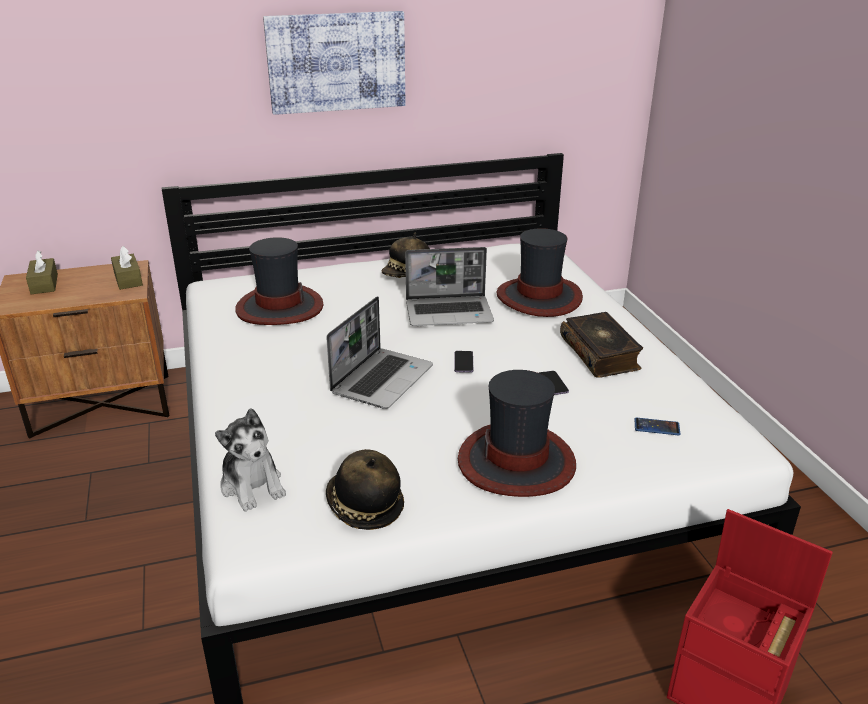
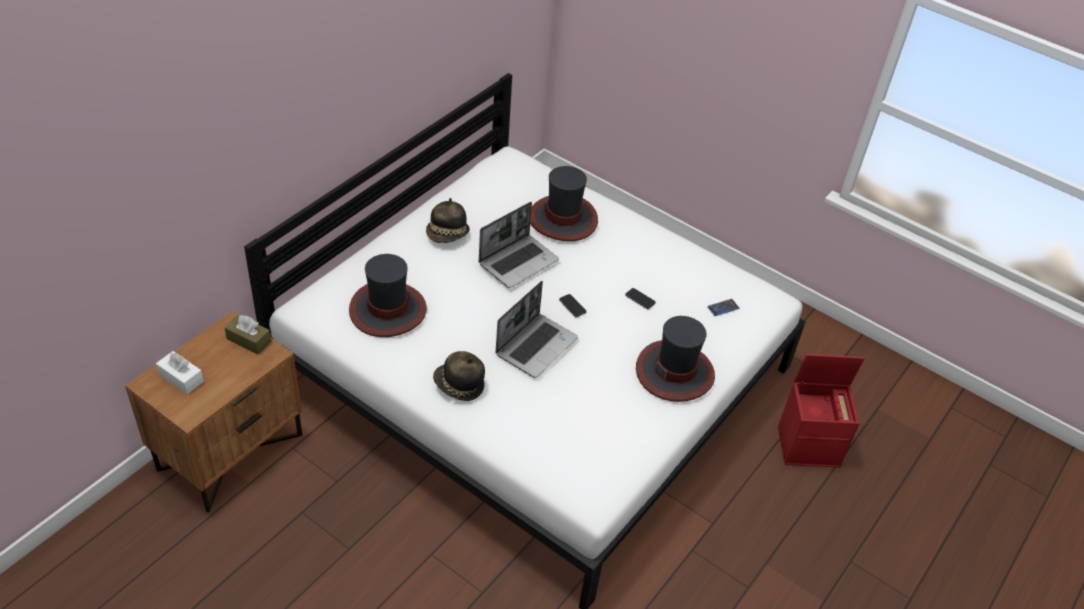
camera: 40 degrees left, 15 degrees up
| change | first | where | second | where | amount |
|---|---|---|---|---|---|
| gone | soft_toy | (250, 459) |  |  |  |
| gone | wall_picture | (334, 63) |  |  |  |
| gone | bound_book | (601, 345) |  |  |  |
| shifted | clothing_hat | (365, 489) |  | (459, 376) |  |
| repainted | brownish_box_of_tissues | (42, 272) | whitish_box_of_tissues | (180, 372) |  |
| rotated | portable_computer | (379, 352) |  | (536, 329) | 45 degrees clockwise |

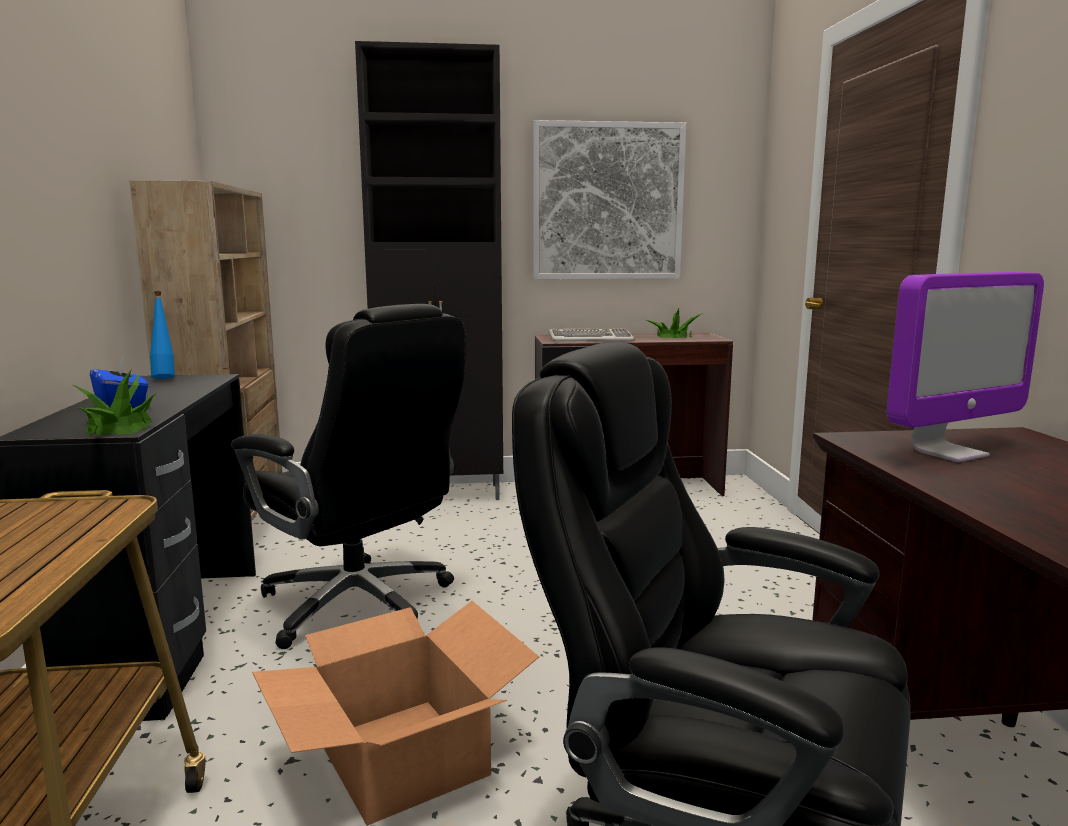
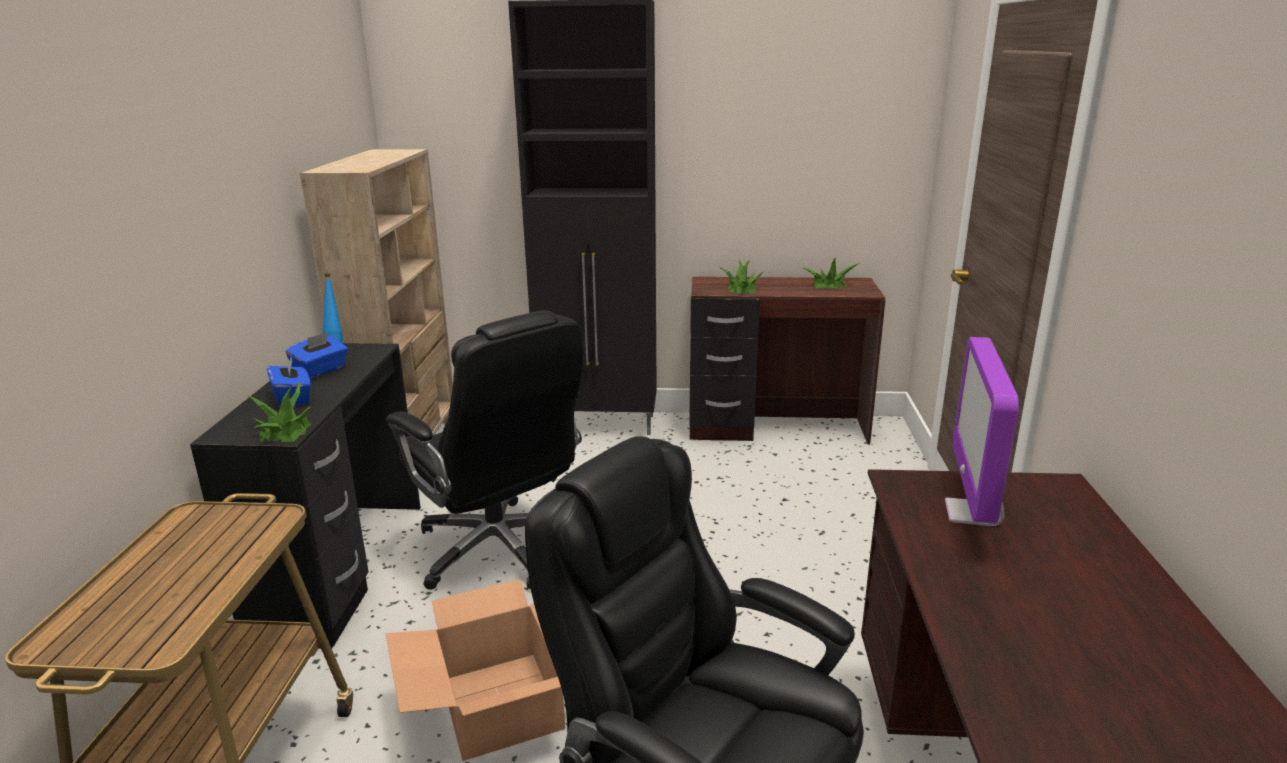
camera: 10 degrees right, 10 degrees up
| change | first | where | second | where | amount |
|---|---|---|---|---|---|
| gone | wall_picture | (609, 200) |  |  |  |
| new |  |  | blue_box_of_tissues | (317, 355) |  |
| swapped | computer_keyboard | (592, 334) | houseplant | (741, 276) |  |
| rotated | computer_screen | (965, 367) |  | (982, 431) | 120 degrees clockwise |

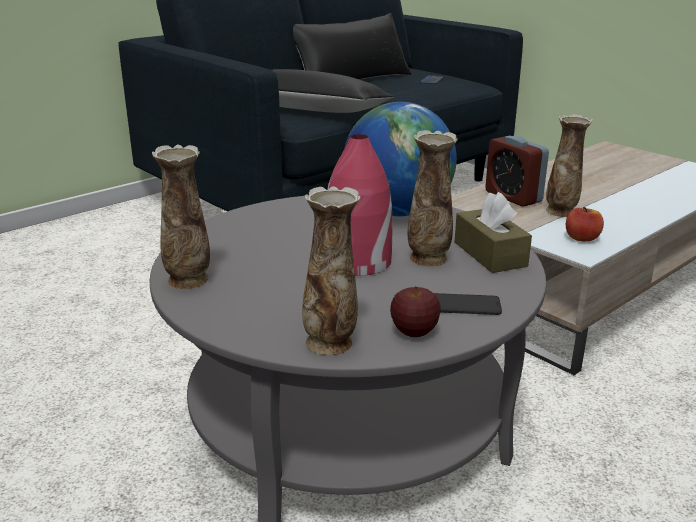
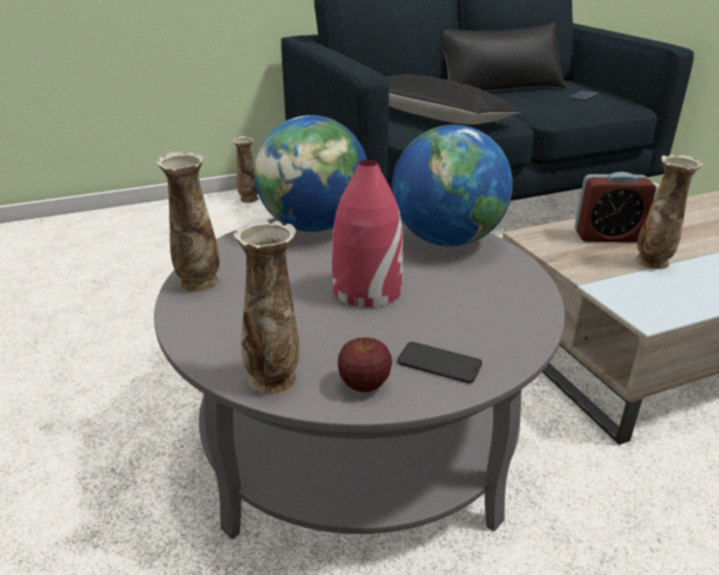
camera: 20 degrees right, 5 degrees up
| change | first | where | second | where | amount |
|---|---|---|---|---|---|
| gone | brownish_box_of_tissues | (493, 232) |  |  |  |
| gone | apple | (585, 224) |  |  |  |
| new |  |  | globe | (310, 173) |  |
| shifted | decorative_vase | (433, 198) |  | (245, 169) |  |
| rotated | bedside_clock | (517, 171) |  | (615, 207) | 75 degrees counterclockwise |

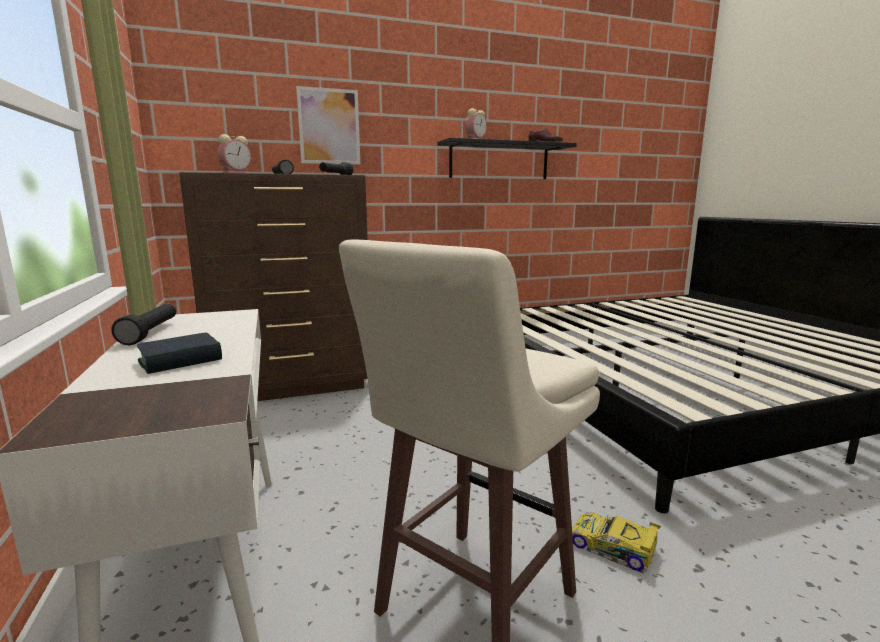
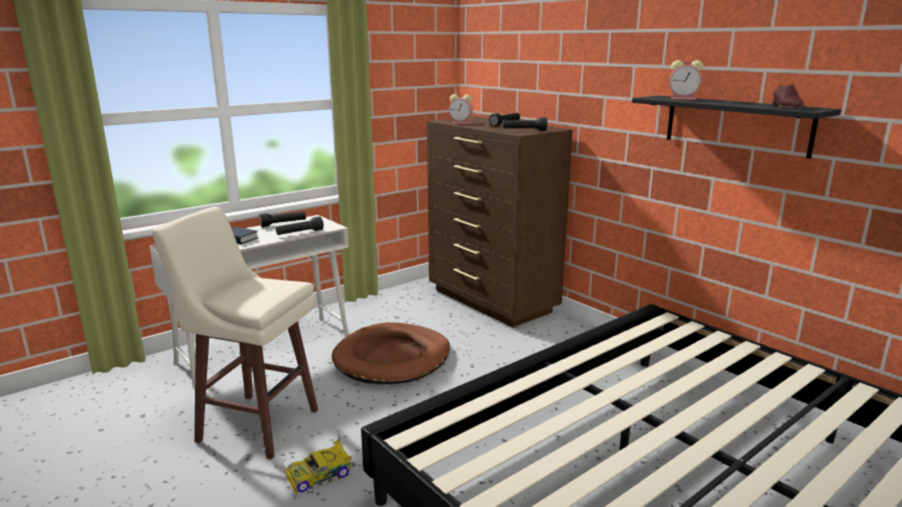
camera: 70 degrees right, 5 degrees up
| change | first | where | second | where | amount |
|---|---|---|---|---|---|
| gone | wall_picture | (328, 125) |  |  |  |
| new |  |  | black_flashlight | (300, 225) |  |
| new |  |  | brownish_pet_bed | (391, 353) |  |
| rotated | model_car | (616, 542) |  | (318, 467) | 135 degrees counterclockwise |

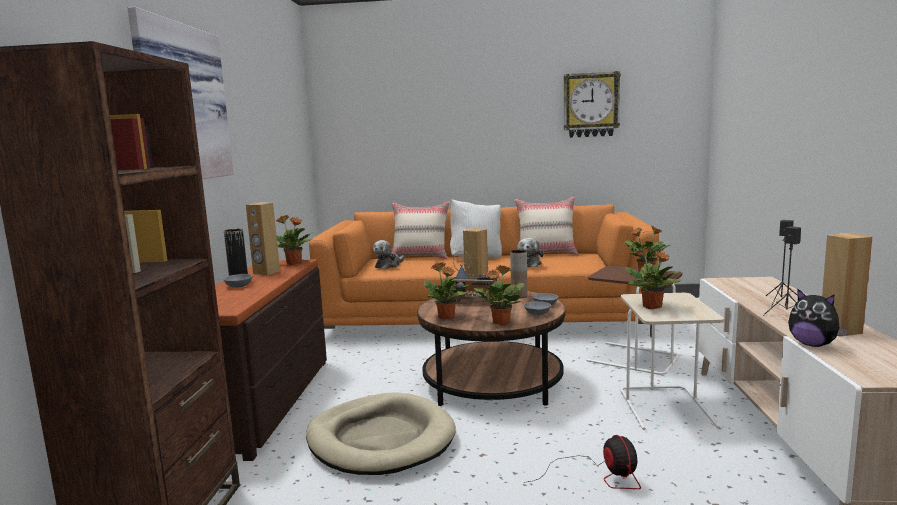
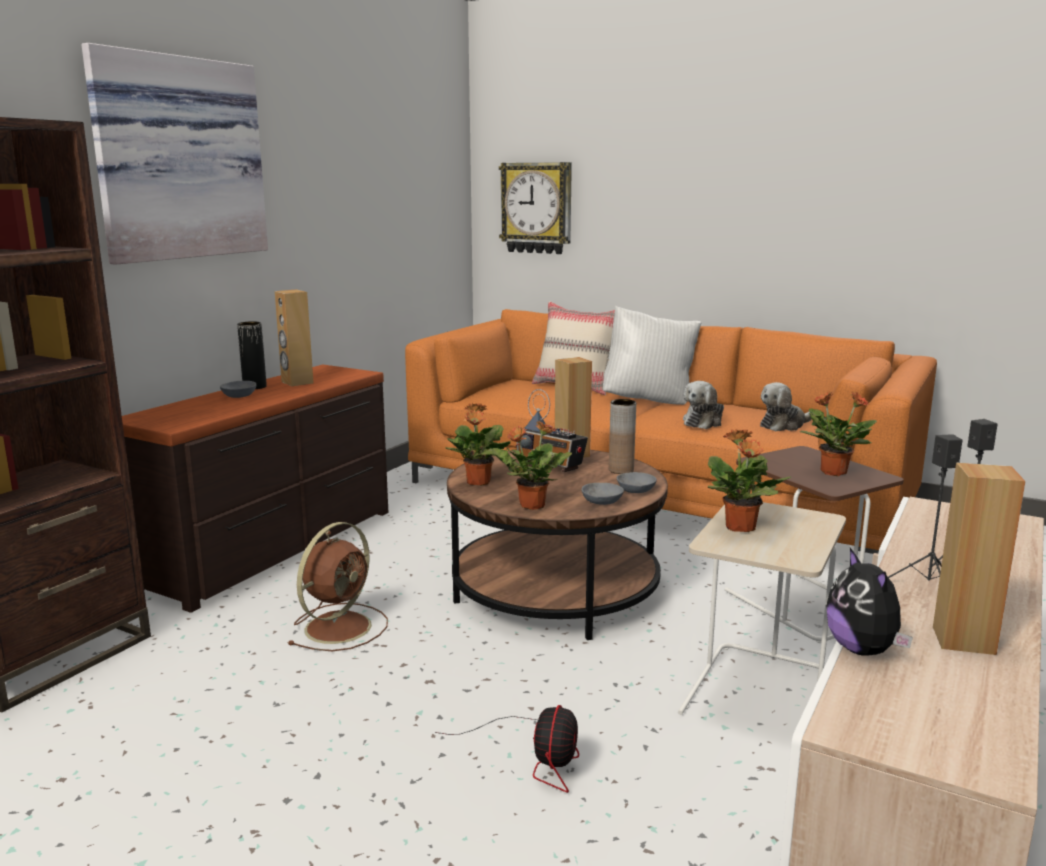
camera: 25 degrees right, 5 degrees up
| change | first | where | second | where | amount |
|---|---|---|---|---|---|
| gone | houseplant | (294, 240) |  |  |  |
| gone | sand-coloured_cushion | (546, 226) |  |  |  |
| shifted | soft_toy | (389, 254) |  | (786, 406) |  |
| shifted | clock_on_the_wall | (592, 104) |  | (535, 208) |  |
| swapped | sand-coloured_pet_bed | (381, 433) | brownish_fan | (337, 586) |  |

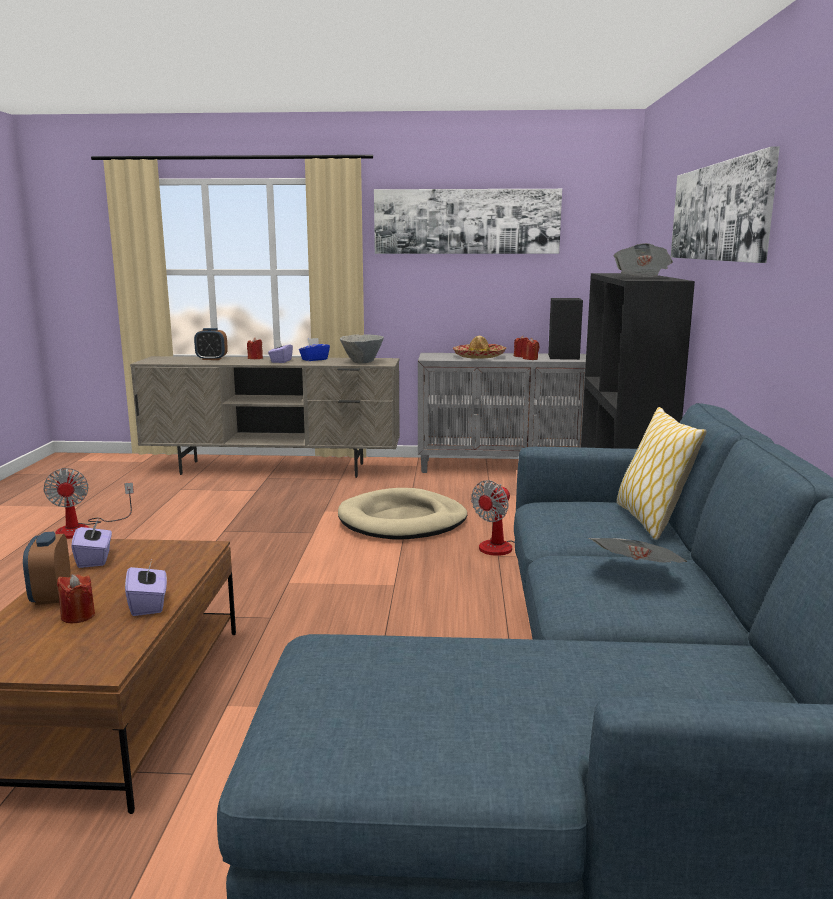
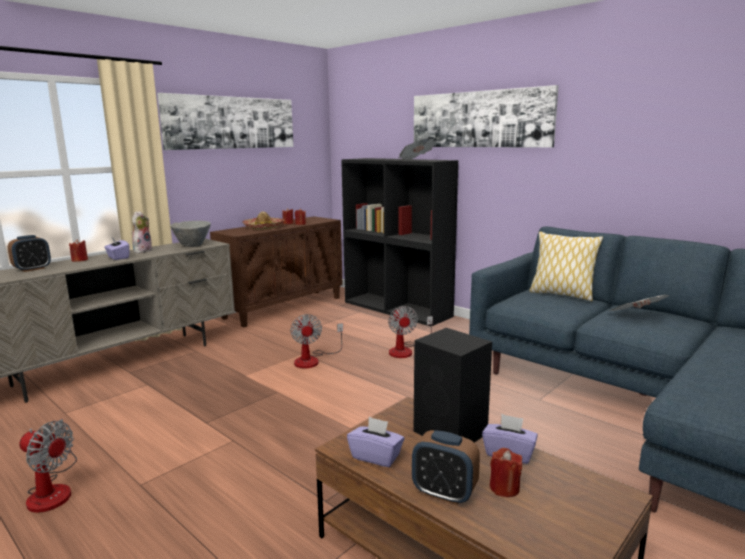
camera: 50 degrees left, 0 degrees up
| change | first | where | second | where | amount |
|---|---|---|---|---|---|
| shifted | black_speaker | (565, 329) |  | (453, 385) |  |
| swapped | blue_box_of_tissues | (314, 349) | soft_toy | (141, 232) |  |
| swapped | sand-coloured_pet_bed | (402, 514) | fan | (316, 341) |  |
| repainted | greyish_storage_cabinet | (502, 413) | brownish_storage_cabinet | (276, 271) |  |

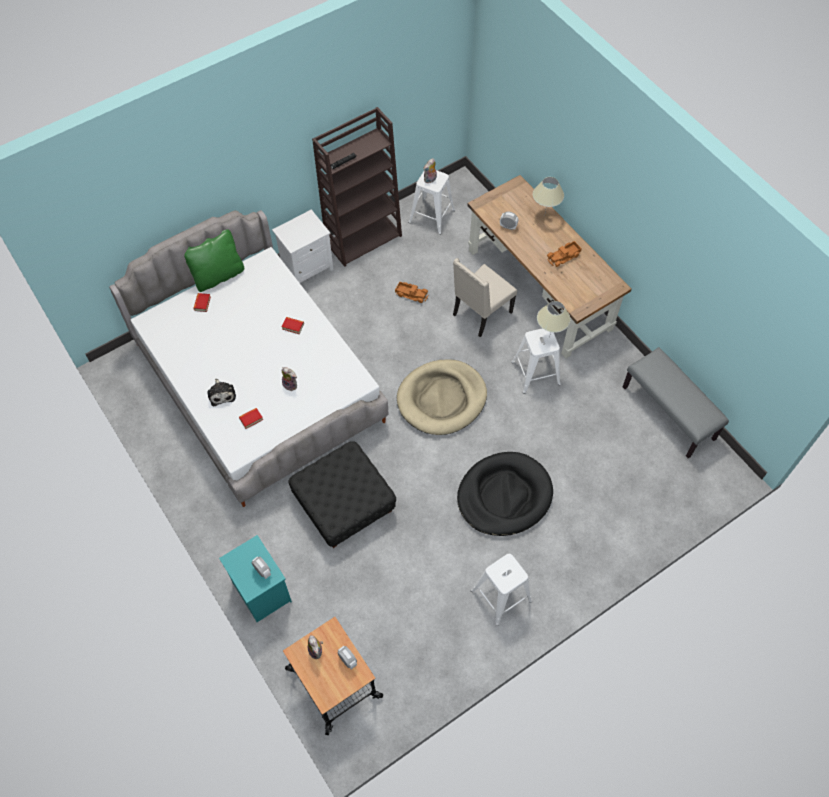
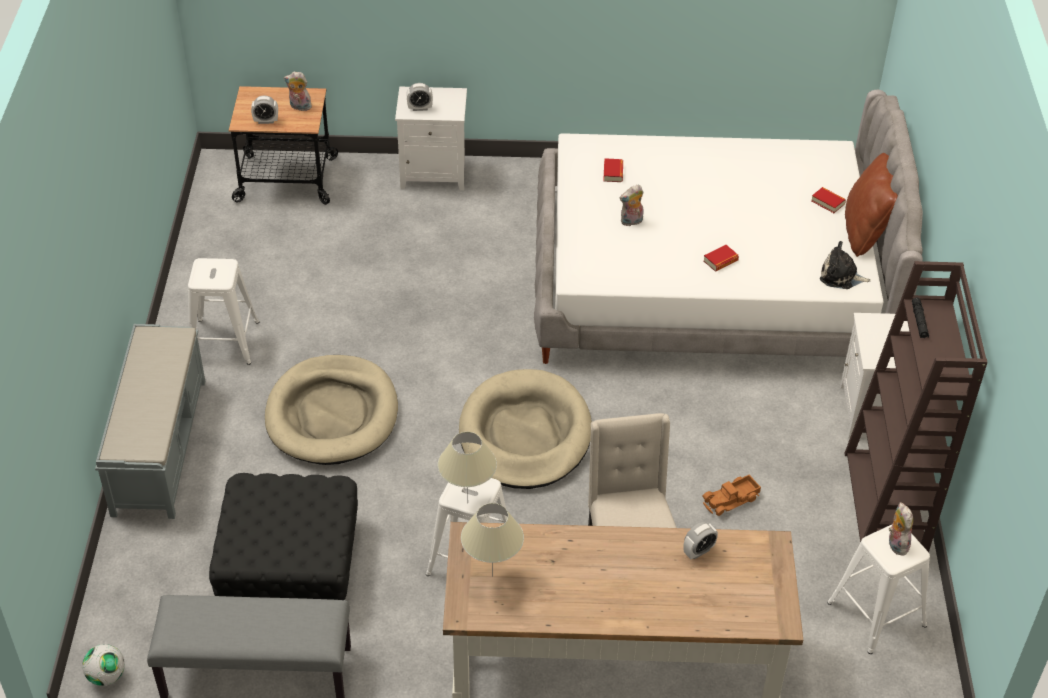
camera: 125 degrees right, 15 degrees down
| change | first | where | second | where | amount |
|---|---|---|---|---|---|
| gone | model_truck | (564, 254) |  |  |  |
| new |  |  | ball_for_football | (103, 665) |  |
| new |  |  | greyish_bench | (150, 421) |  |
| shifted | soft_toy | (221, 392) |  | (845, 265) |  |
| shifted | black_footrest | (342, 494) |  | (283, 536) |  |
| shifted | sand-coloured_tabletop_lamp | (548, 194) |  | (492, 540) |  |
| repainted | green-coloured_cushion | (214, 261) | brownish_cushion | (871, 205) |  |
| repainted | blue-green_night_table | (255, 578) | whitish_night_table | (431, 139) |  |
| repainted | black_pet_bed | (505, 494) | sand-coloured_pet_bed | (331, 410) |  |

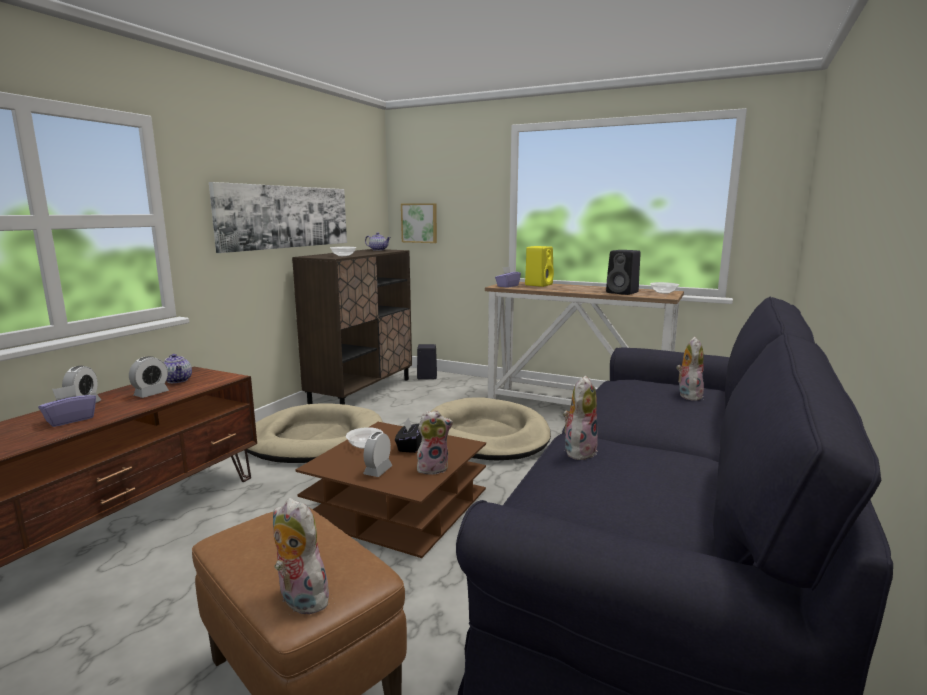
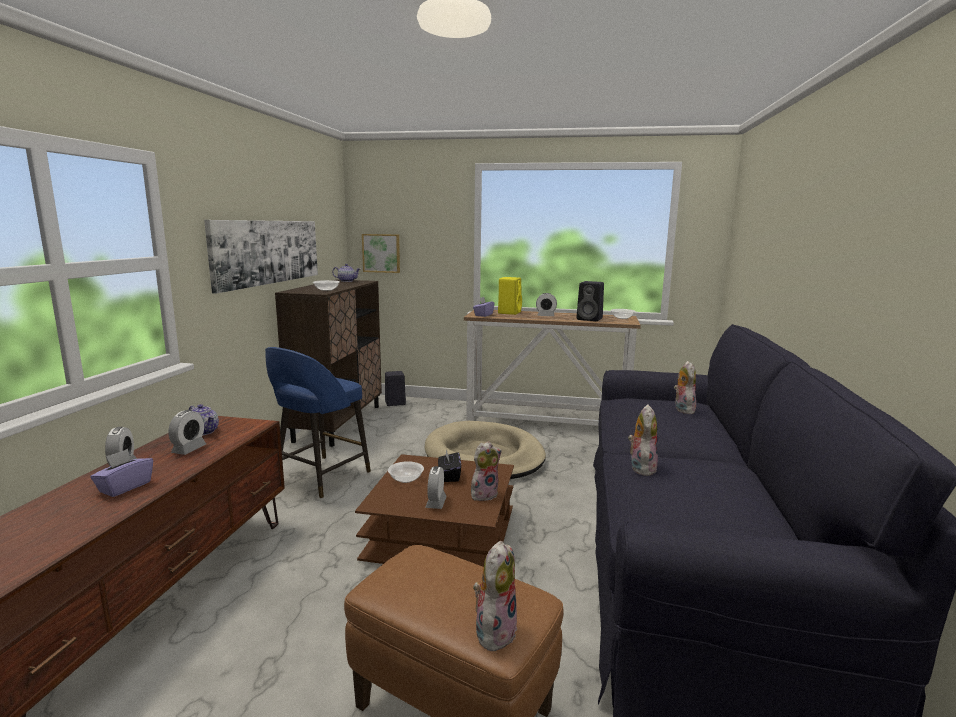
camera: 15 degrees left, 0 degrees up
| change | first | where | second | where | amount |
|---|---|---|---|---|---|
| new |  |  | bedside_clock | (546, 304) |  |
| swapped | sand-coloured_pet_bed | (315, 433) | blue_sitting_stool | (318, 422) |  |
| rotated | soft_toy | (303, 556) |  | (495, 596) | 90 degrees clockwise |

